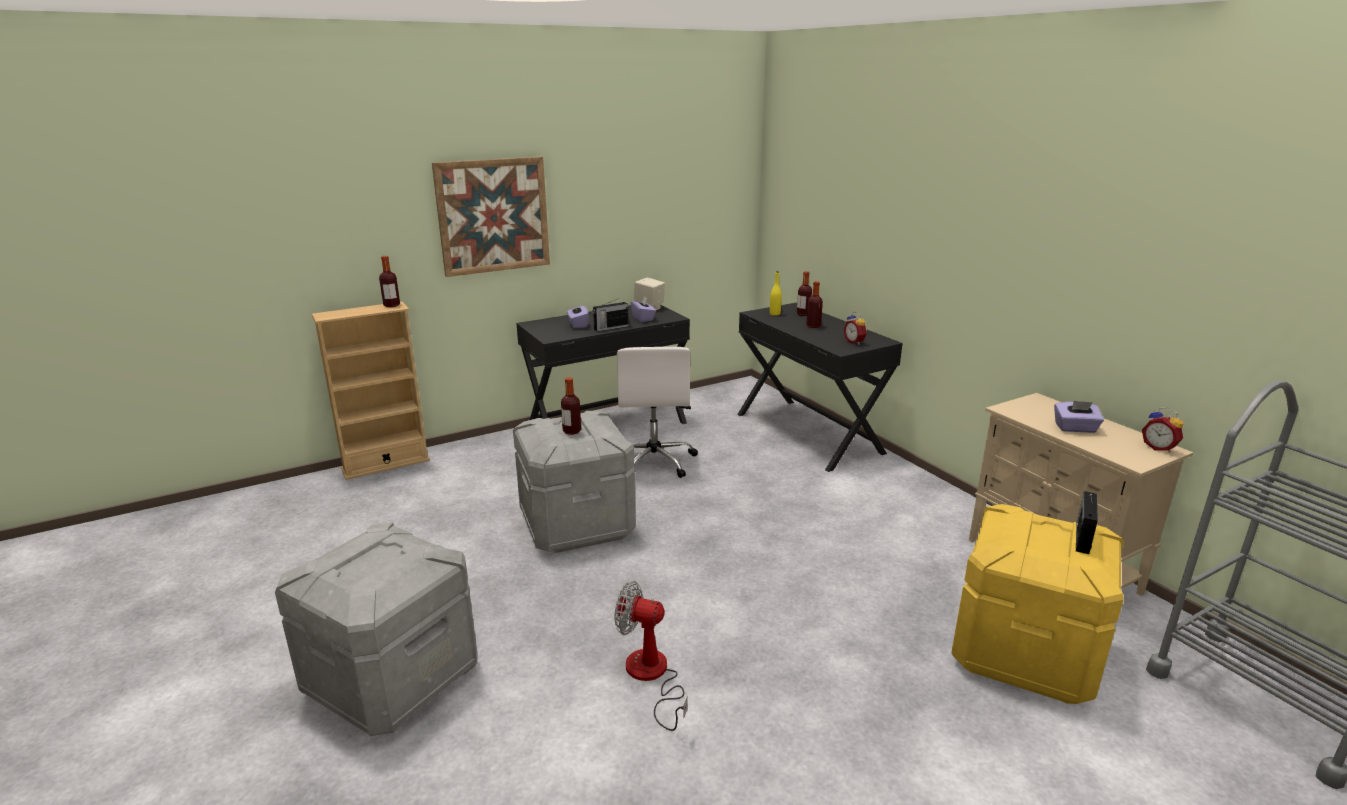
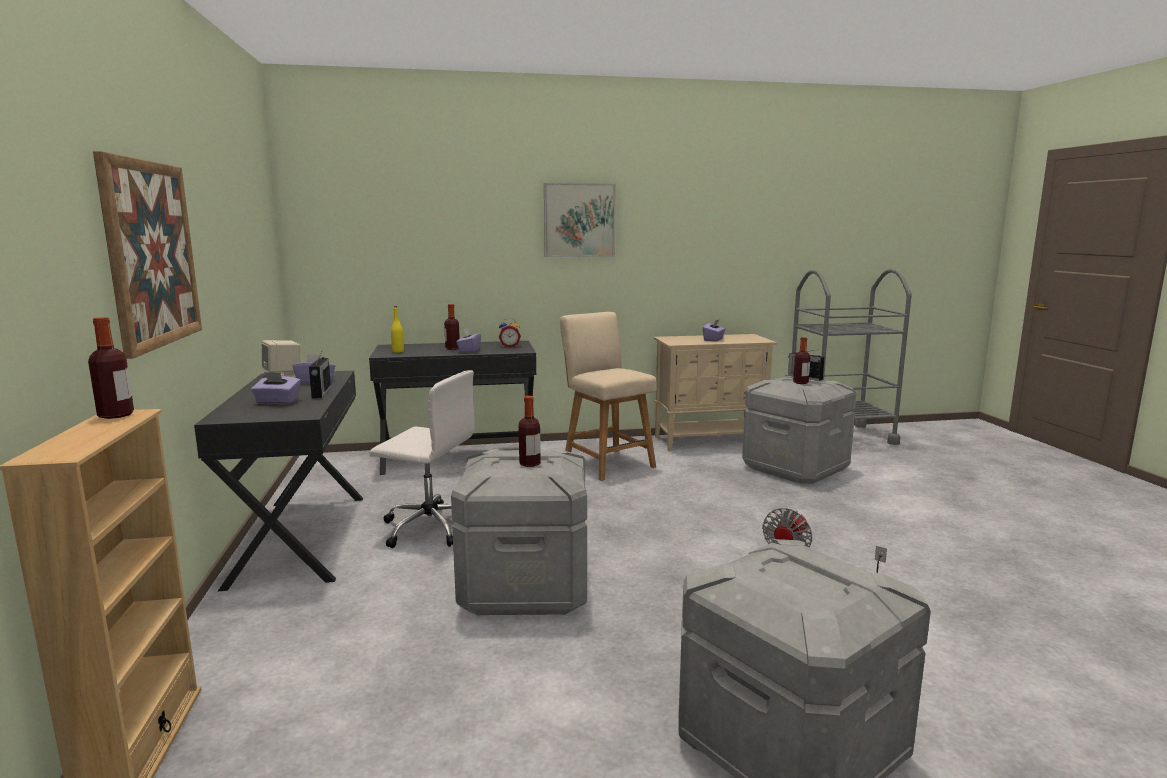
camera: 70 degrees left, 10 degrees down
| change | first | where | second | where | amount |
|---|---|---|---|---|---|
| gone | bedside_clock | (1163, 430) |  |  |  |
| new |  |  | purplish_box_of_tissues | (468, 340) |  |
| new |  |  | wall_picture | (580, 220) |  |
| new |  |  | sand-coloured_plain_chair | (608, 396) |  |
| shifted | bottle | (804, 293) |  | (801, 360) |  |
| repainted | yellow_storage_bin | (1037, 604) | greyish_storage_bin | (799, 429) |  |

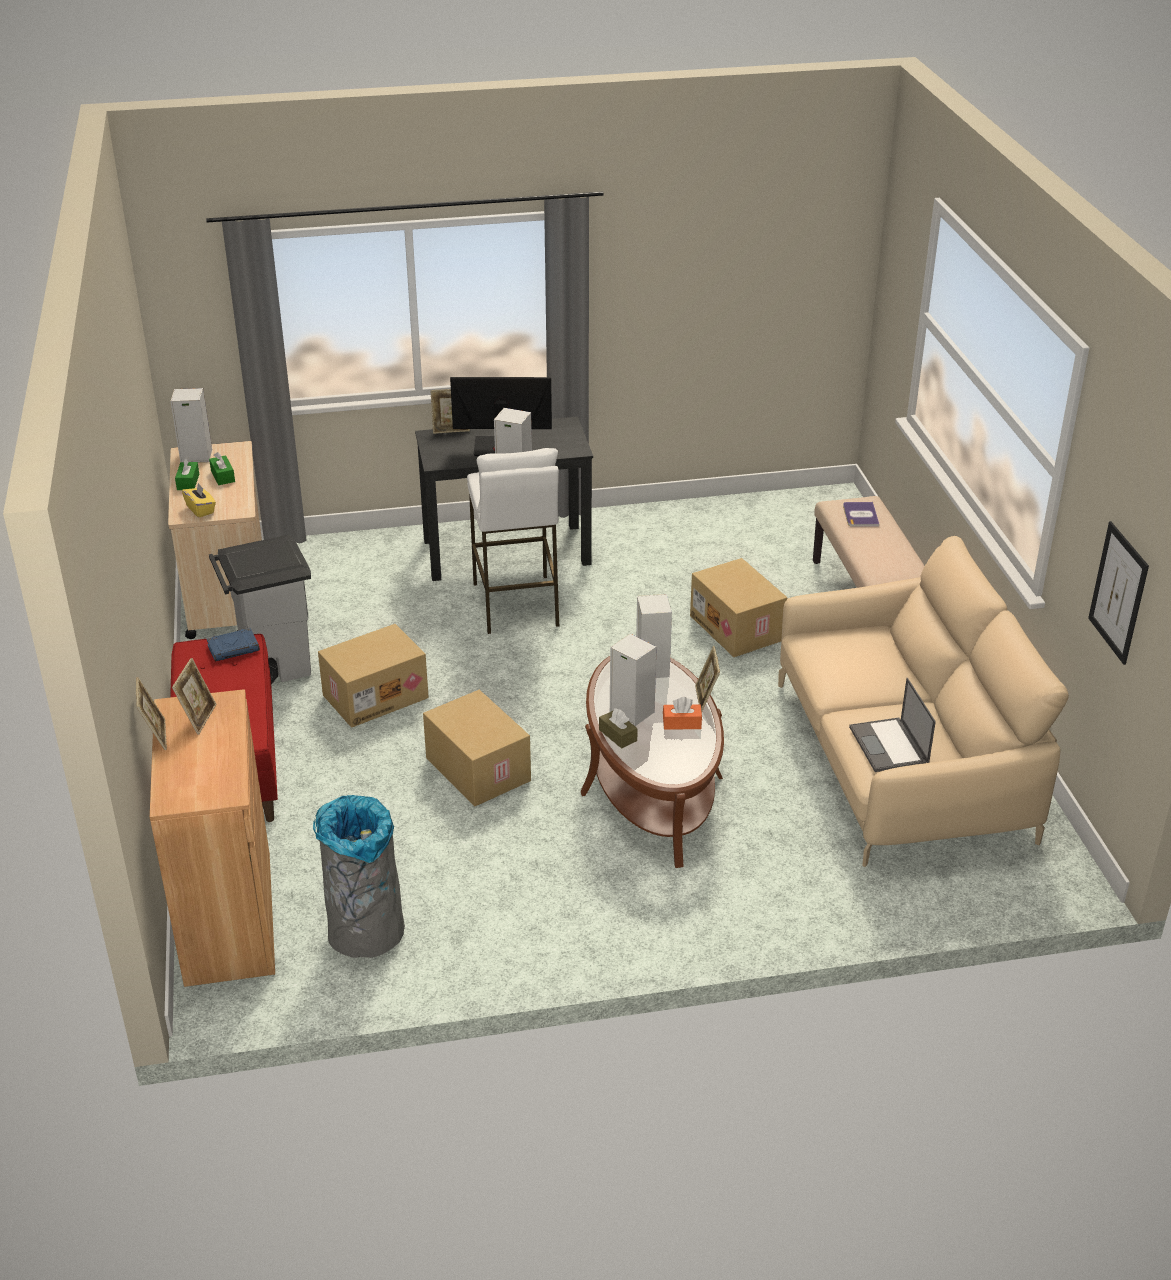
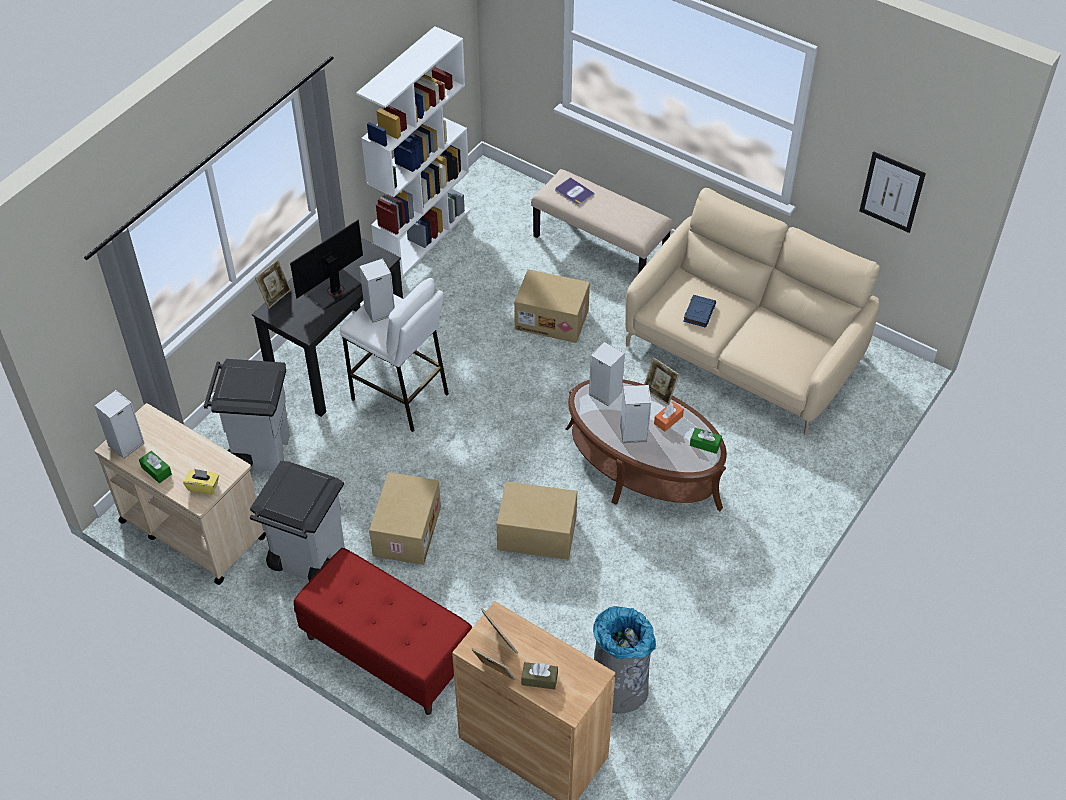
camera: 45 degrees left, 15 degrees up
| change | first | where | second | where | amount |
|---|---|---|---|---|---|
| gone | portable_computer | (892, 725) |  |  |  |
| new |  |  | greyish_rubbish_bin | (246, 415) |  |
| new |  |  | whitish_bookcase | (413, 152) |  |
| shifted | blue_bound_book | (233, 645) |  | (699, 311) |  |
| shifted | green-coloured_box_of_tissues | (222, 468) |  | (706, 441) |  |
| shifted | brownish_box_of_tissues | (618, 728) |  | (540, 675) |  |

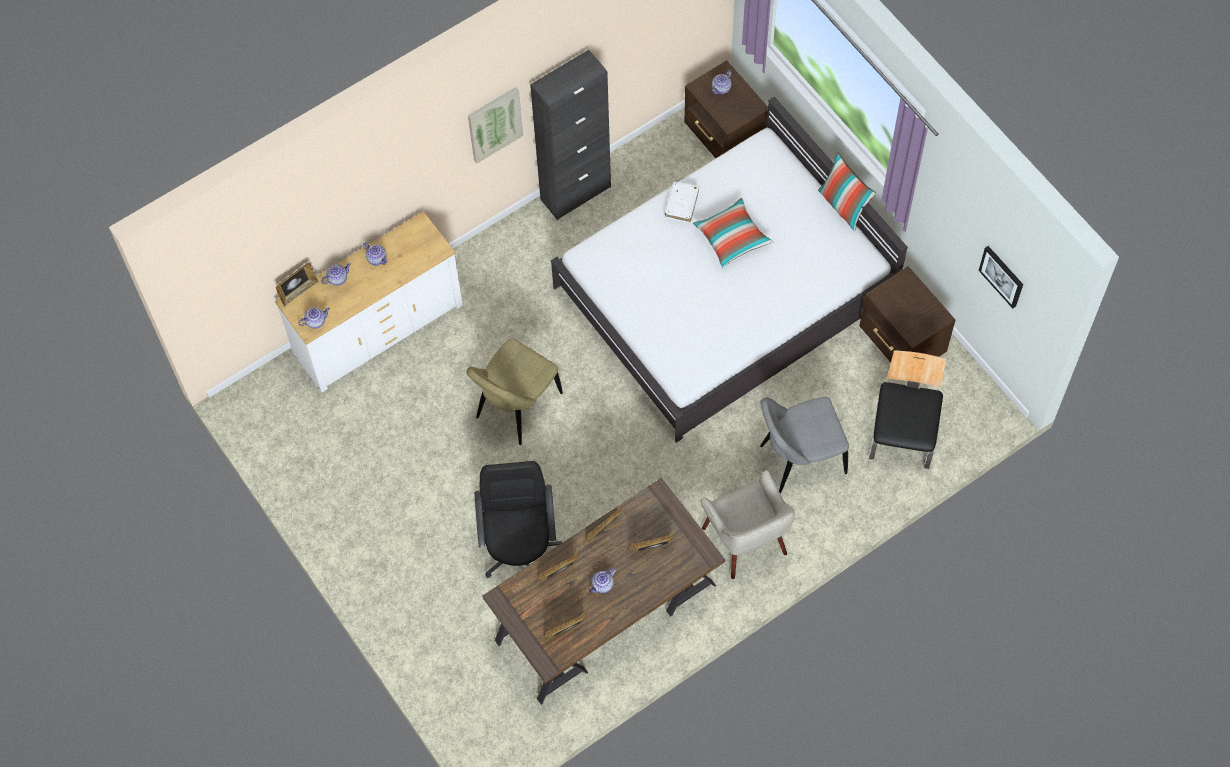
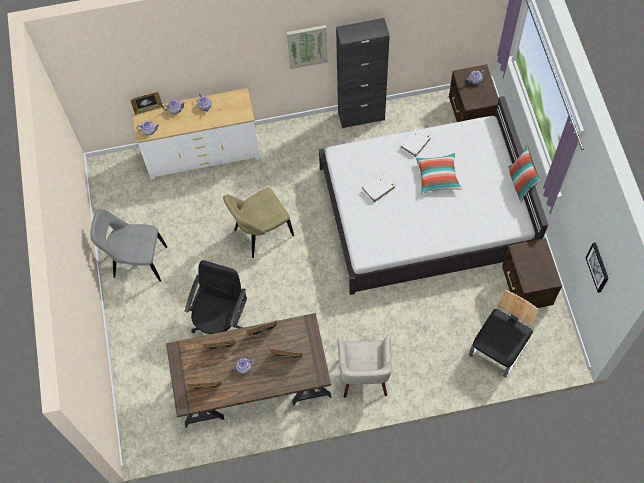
camera: 25 degrees right, 0 degrees up
| change | first | where | second | where | amount |
|---|---|---|---|---|---|
| new |  |  | whitish_bound_book | (379, 188) |  |
| shifted | greyish_plain_chair | (804, 445) |  | (129, 245) |  |

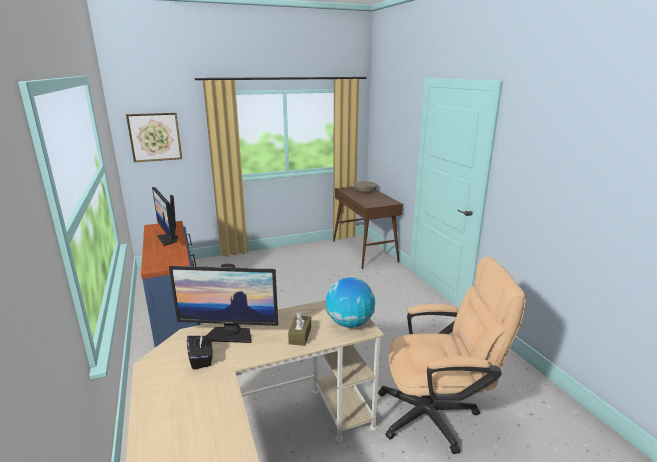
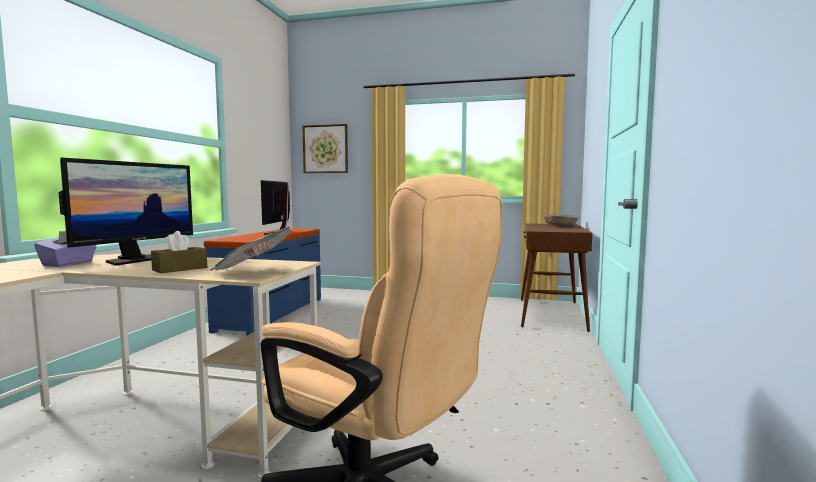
camera: 35 degrees right, 15 degrees down
| change | first | where | second | where | amount |
|---|---|---|---|---|---|
| swapped | globe | (350, 302) | printed_paper | (251, 249) |  |
| repainted | black_box_of_tissues | (200, 351) | purplish_box_of_tissues | (65, 249) |  |
| rotated | computer_screen | (223, 303) |  | (126, 212) | 105 degrees counterclockwise |

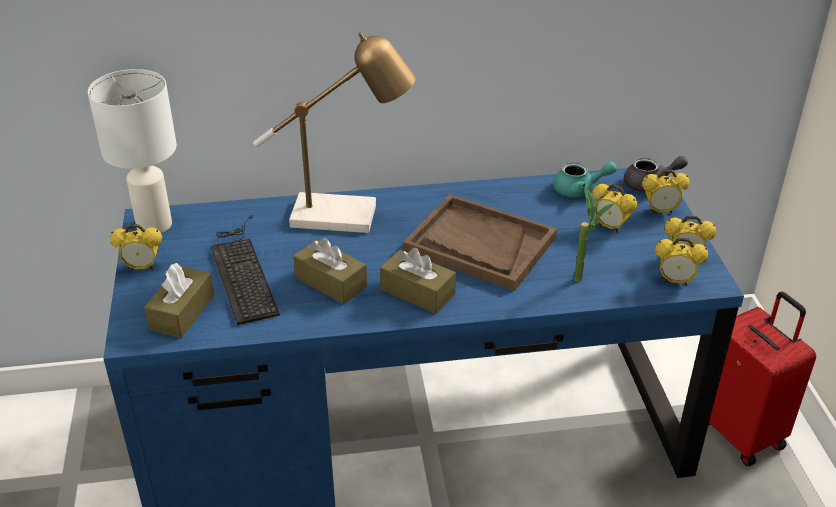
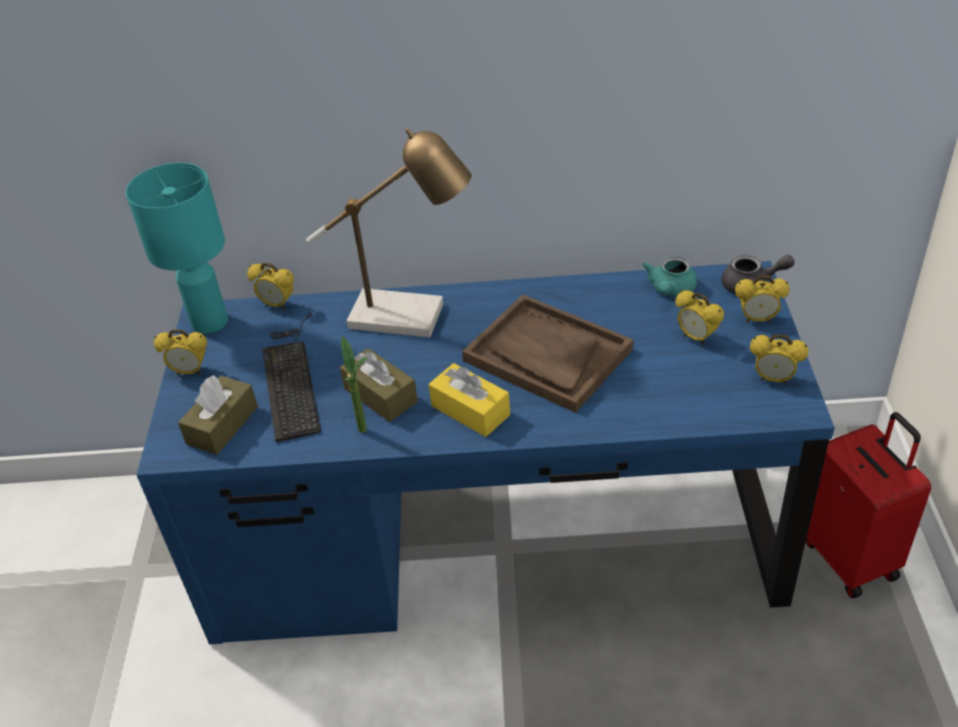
camera: 10 degrees right, 5 degrees up
| change | first | where | second | where | amount |
|---|---|---|---|---|---|
| shifted | houseplant | (594, 234) |  | (354, 384) |  |
| shifted | bedside_clock | (681, 262) |  | (270, 286) |  |
| repainted | whitish_tabletop_lamp | (132, 151) | blue-green_tabletop_lamp | (177, 248) |  |
| repainted | brownish_box_of_tissues | (418, 281) | yellow_box_of_tissues | (469, 400) |  |
| rotated | blue-green_teapot | (585, 179) |  | (669, 276) | 105 degrees clockwise |

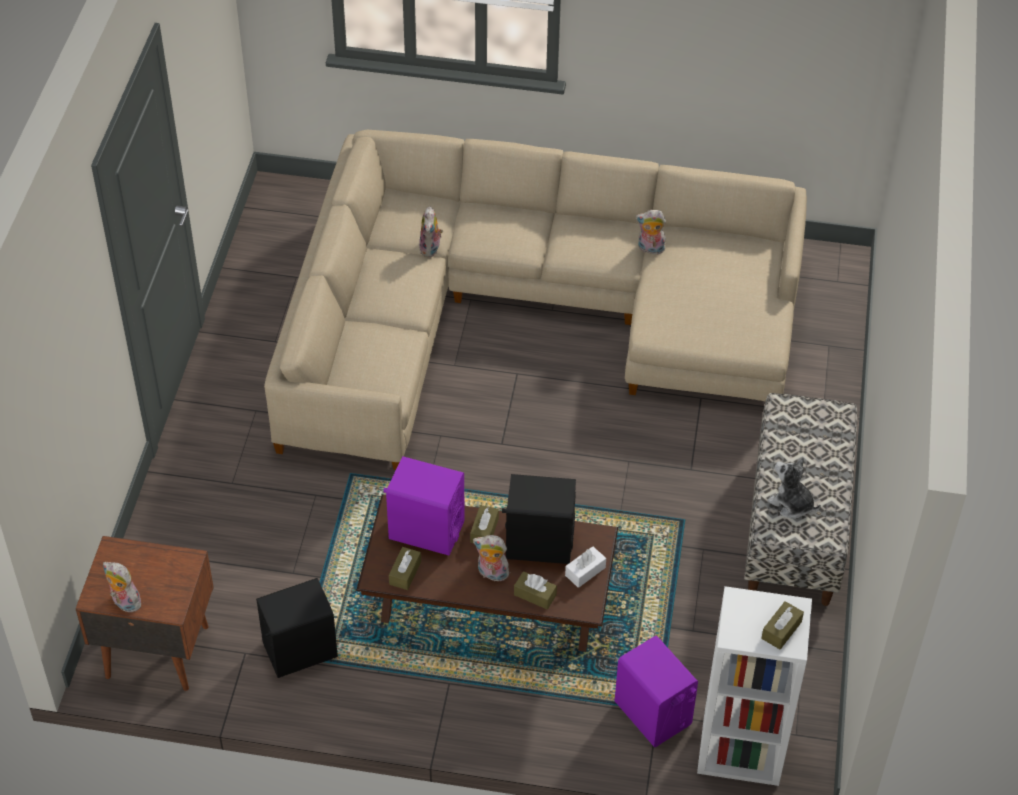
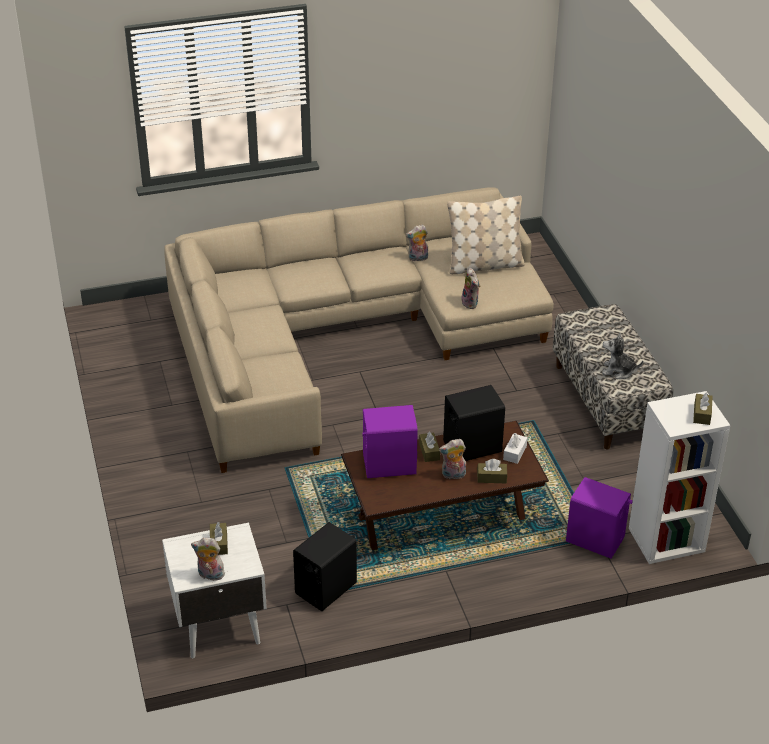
camera: 25 degrees left, 10 degrees down
| change | first | where | second | where | amount |
|---|---|---|---|---|---|
| new |  |  | sand-coloured_cushion | (486, 234) |  |
| shifted | brownish_box_of_tissues | (405, 568) |  | (219, 538) |  |
| shifted | soft_toy | (431, 232) |  | (471, 288) |  |
| repainted | brownish_night_table | (145, 613) | whitish_night_table | (214, 590) |  |

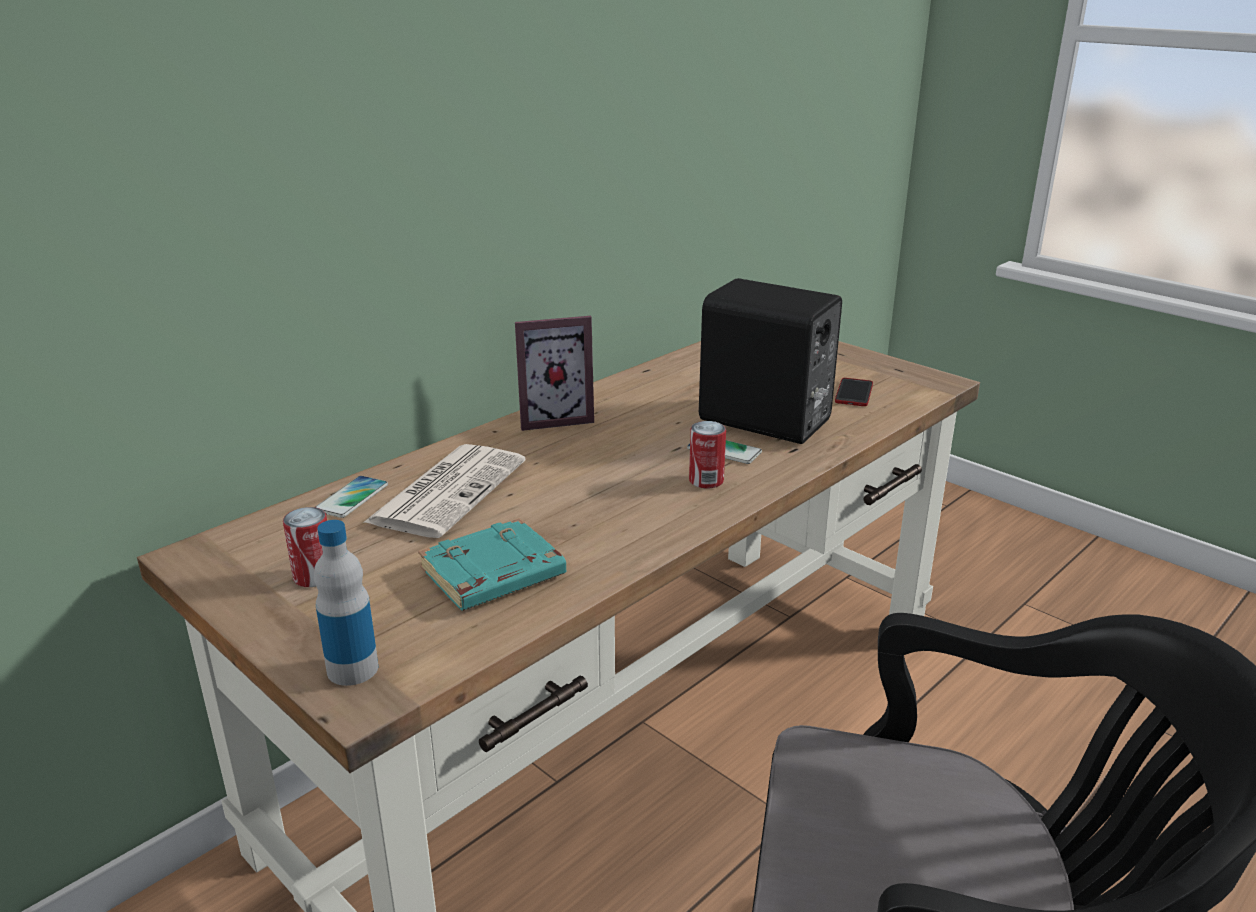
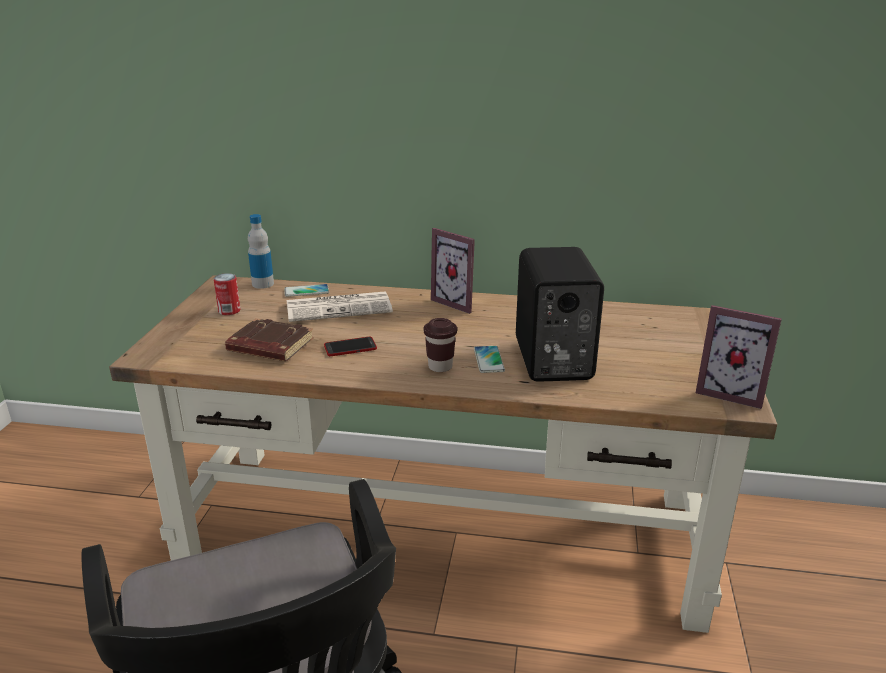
camera: 55 degrees right, 0 degrees up
| change | first | where | second | where | amount |
|---|---|---|---|---|---|
| new |  |  | photo_frame | (739, 357) |  |
| shifted | bottle | (346, 603) |  | (261, 251) |  |
| shifted | phone | (854, 392) |  | (350, 346) |  |
| swapped | can | (707, 454) | brownish_cup | (440, 345) |  |
| repainted | blue-green_bound_book | (492, 564) | brownish_bound_book | (269, 339) |  |

